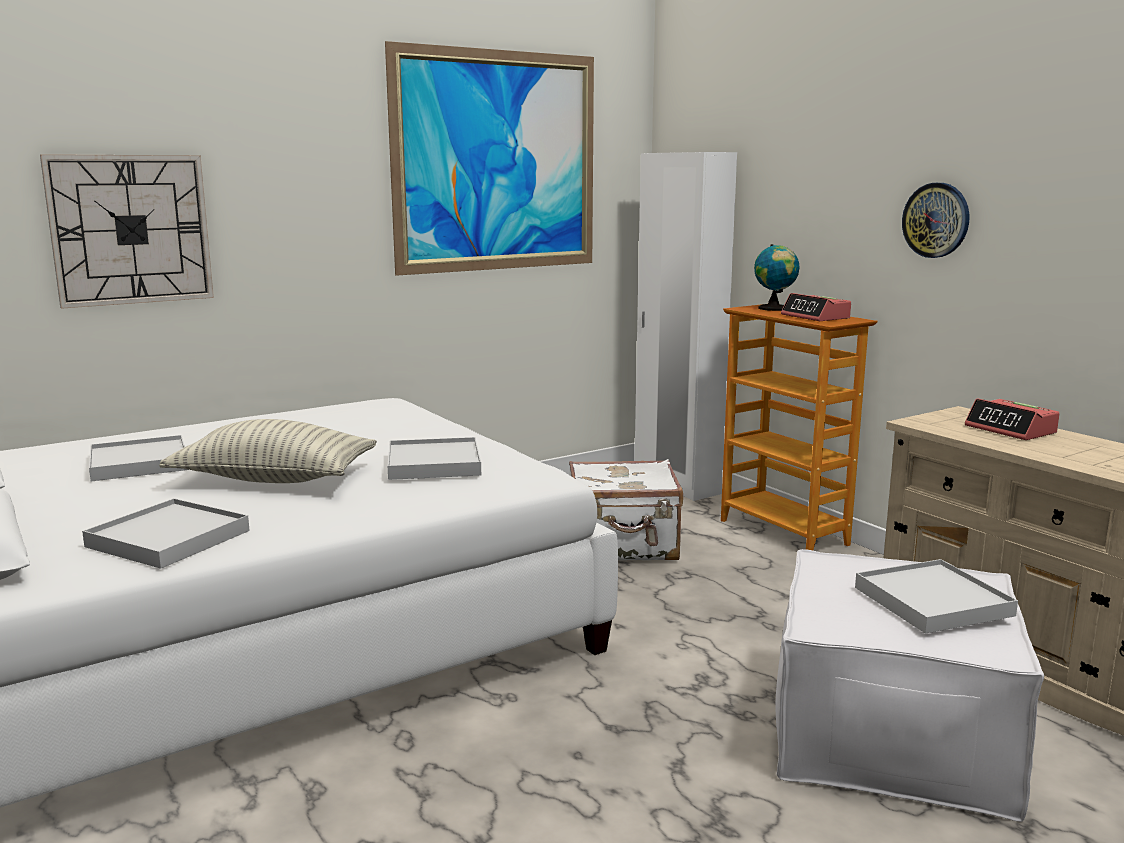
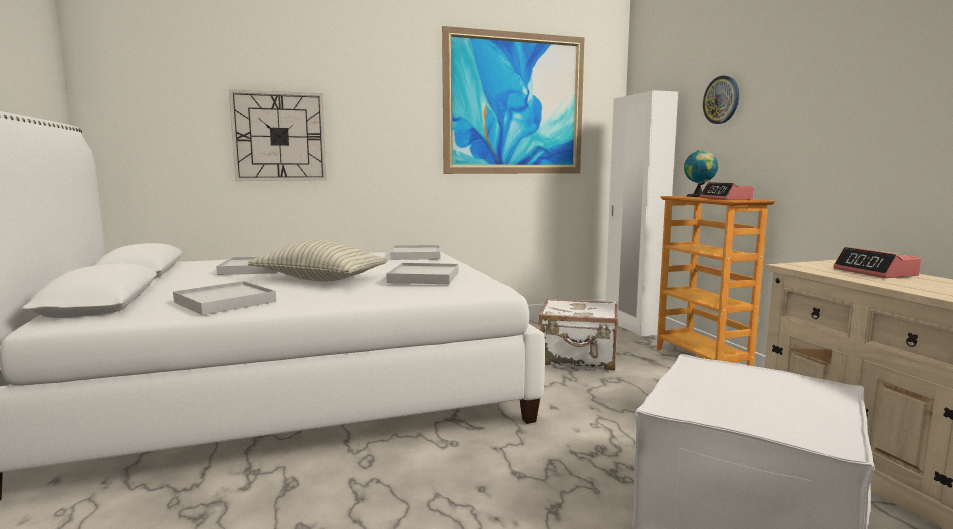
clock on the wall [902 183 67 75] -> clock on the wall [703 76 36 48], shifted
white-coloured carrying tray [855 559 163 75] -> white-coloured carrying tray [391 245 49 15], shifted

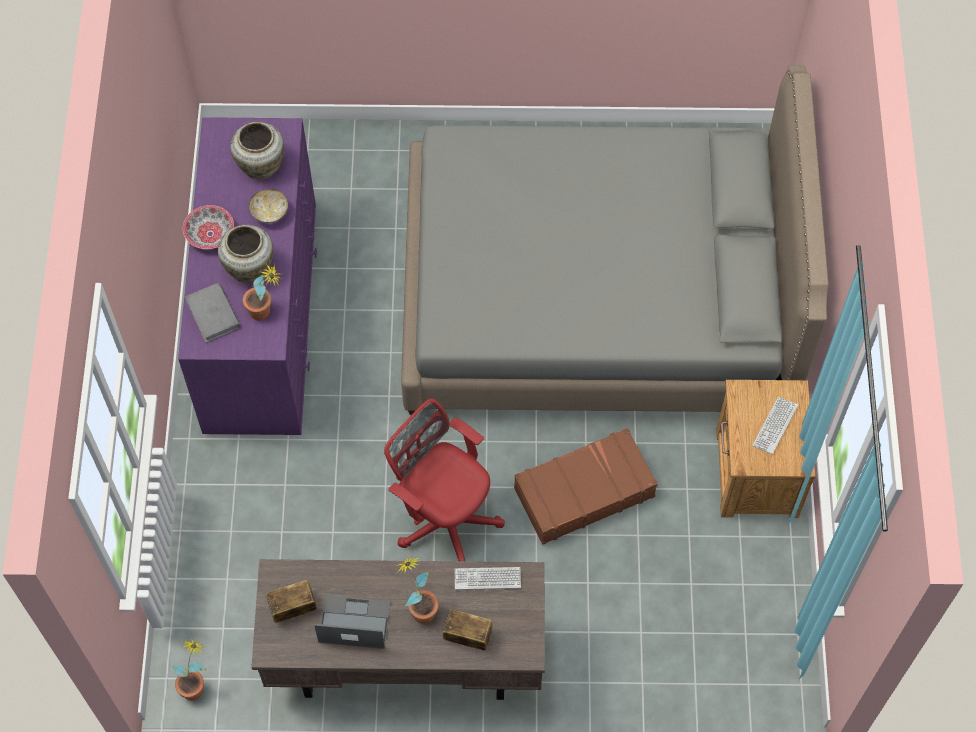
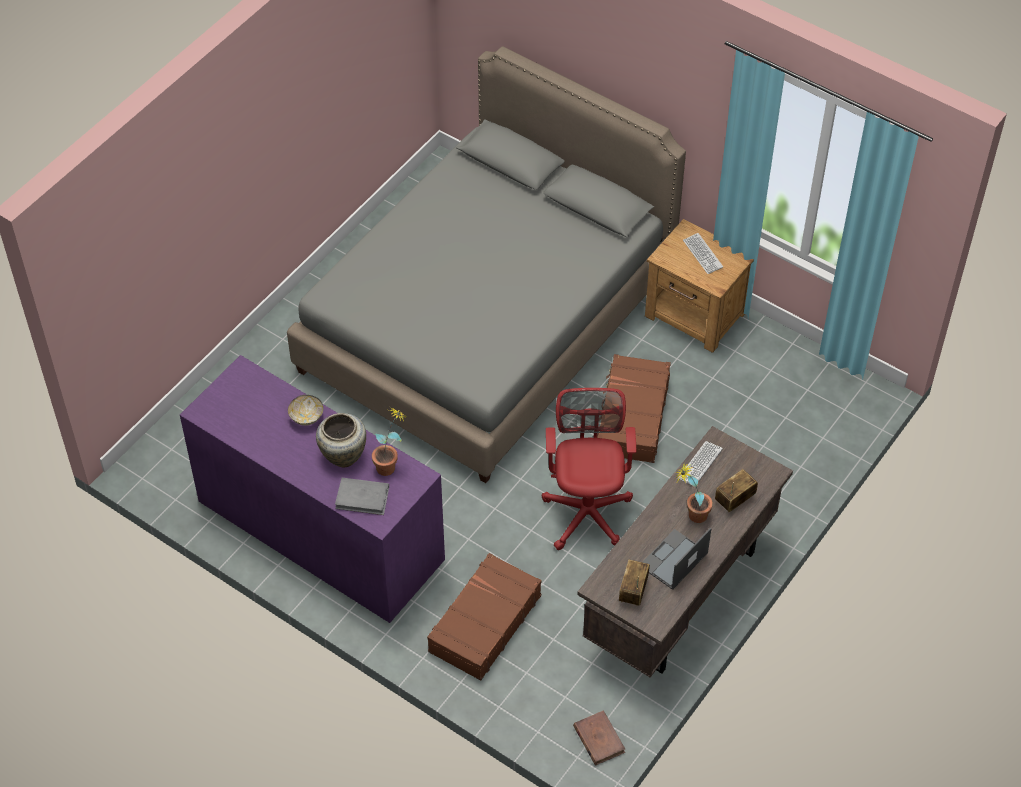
sand-coloured decorative vase [230 122 54 57] -> none
serving bowl [183 205 51 44] -> none
red desk chair [384 398 121 163] -> red desk chair [542 388 95 162], 105 degrees clockwise
plant in a pot [173 639 33 62] -> brown-coloured bound book [573 710 52 55]
none -> brown-coloured piece of luggage [427 553 115 128]

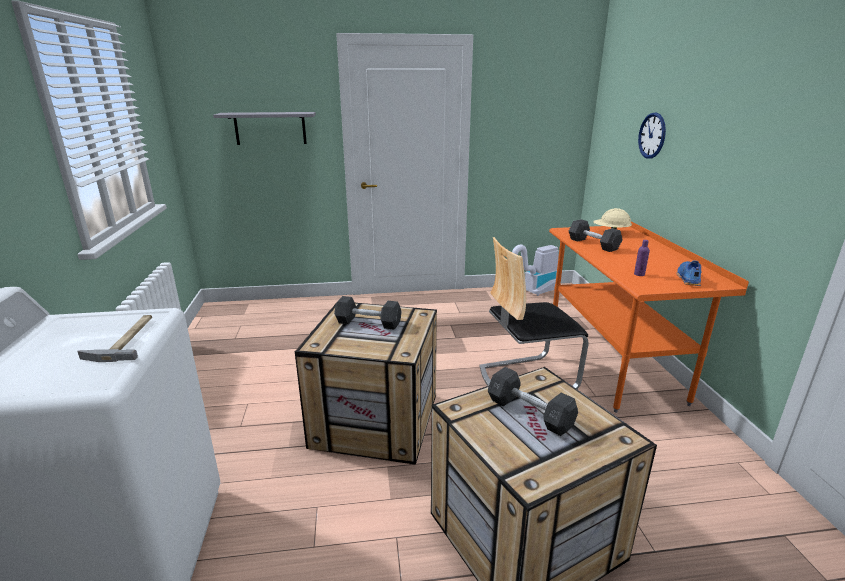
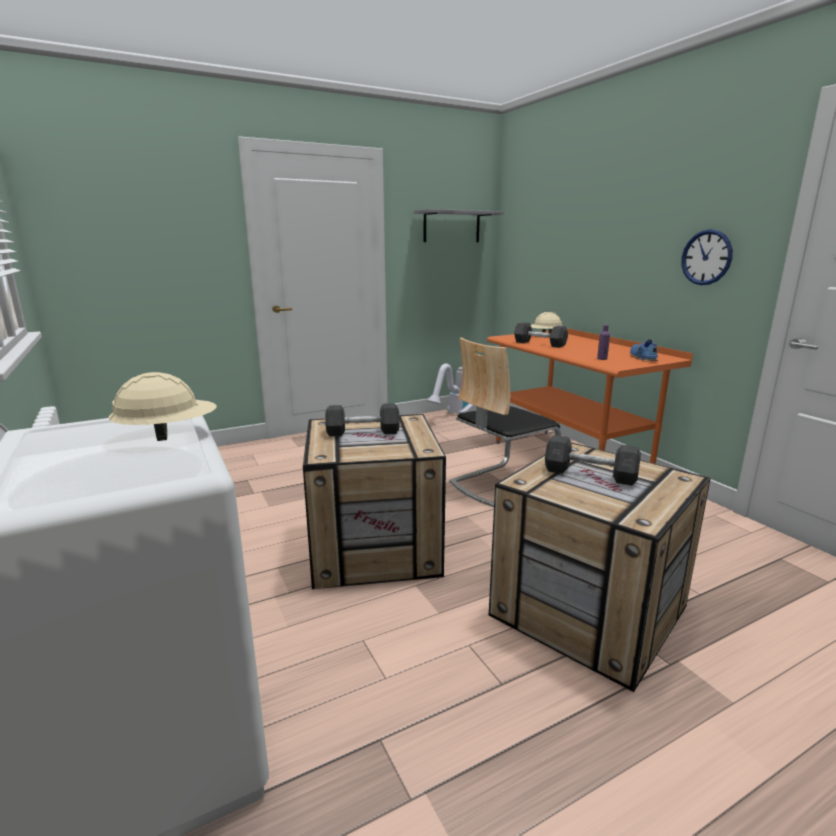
grey bracket shelf [213 112 103 33] -> grey bracket shelf [414 209 90 33], shifted
clock on the wall [638 113 28 45] -> clock on the wall [681 229 52 56], shifted
tool hammer [77 315 75 47] -> sand-coloured work helmet [109 372 108 69]

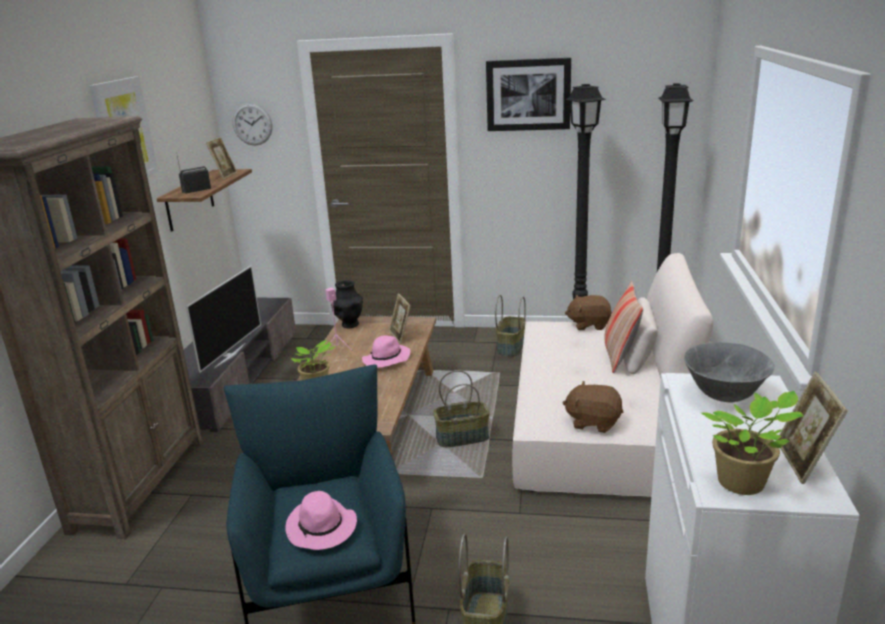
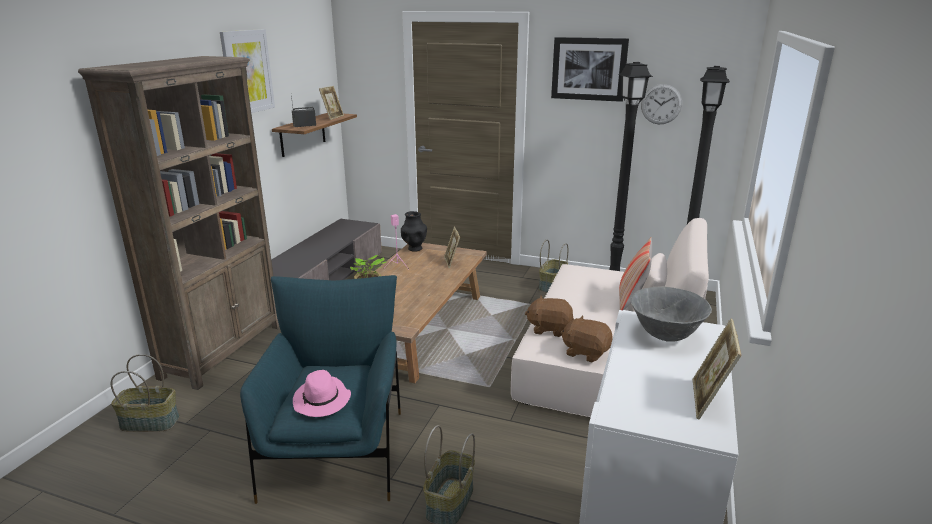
clock on the wall [233 103 39 43] -> clock on the wall [641 84 41 40], shifted
television [186 266 75 107] -> none
brown-coloured soft toy [565 295 47 35] -> brown-coloured soft toy [525 296 49 41], shifted
pinkish hat [362 335 48 33] -> none
household basket [433 370 57 77] -> household basket [111 354 69 78], shifted
plant in a pot [701 391 102 104] -> none

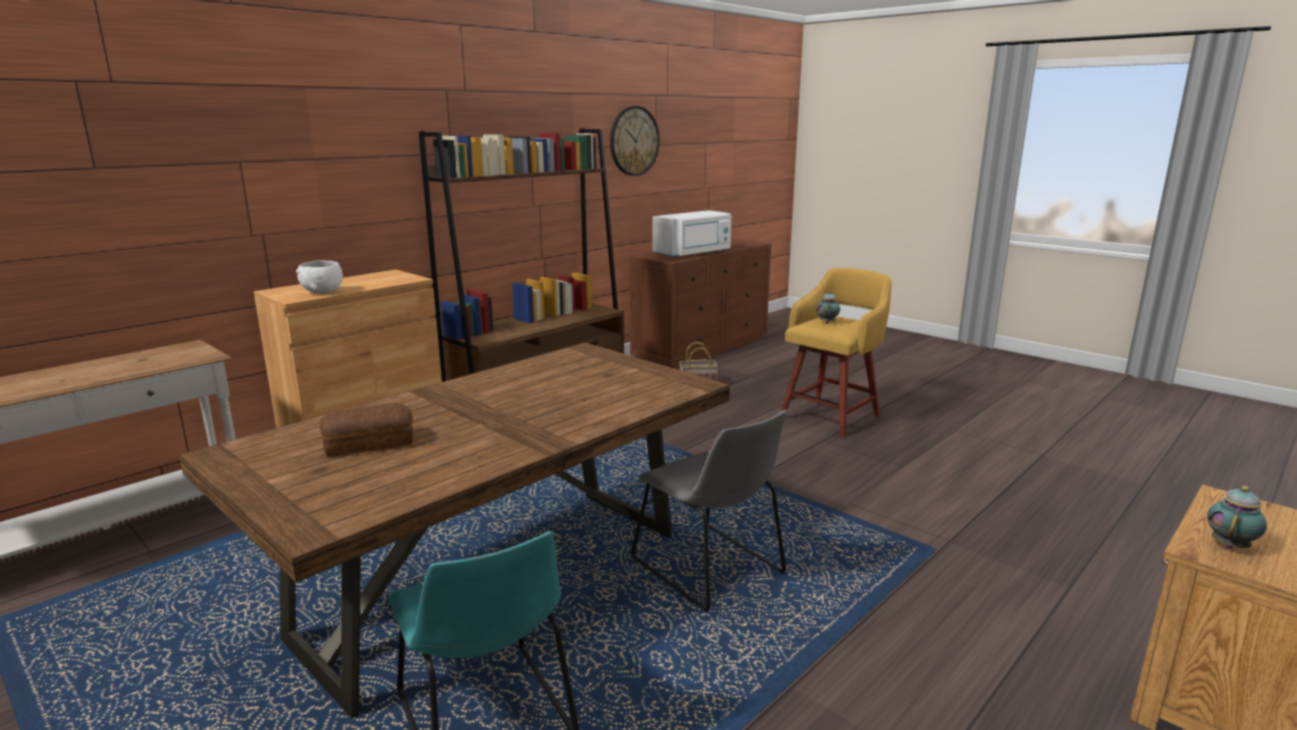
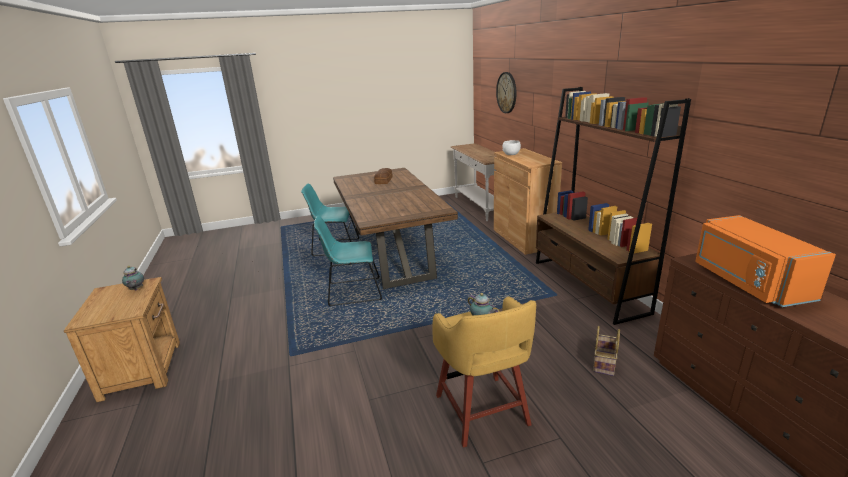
clock on the wall [610 106 50 70] -> clock on the wall [496 72 21 41], shifted
white-coloured kitchen microwave [652 210 80 48] -> orange-coloured kitchen microwave [695 215 141 92]
grey chair [631 410 156 202] -> turquoise chair [314 216 68 90]

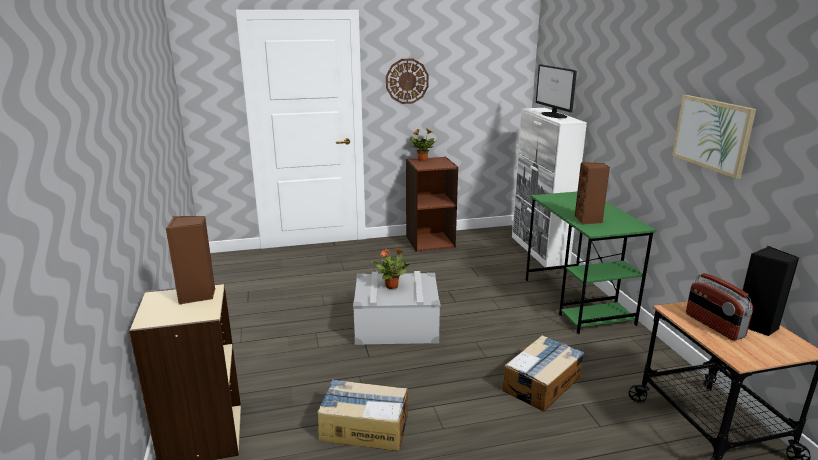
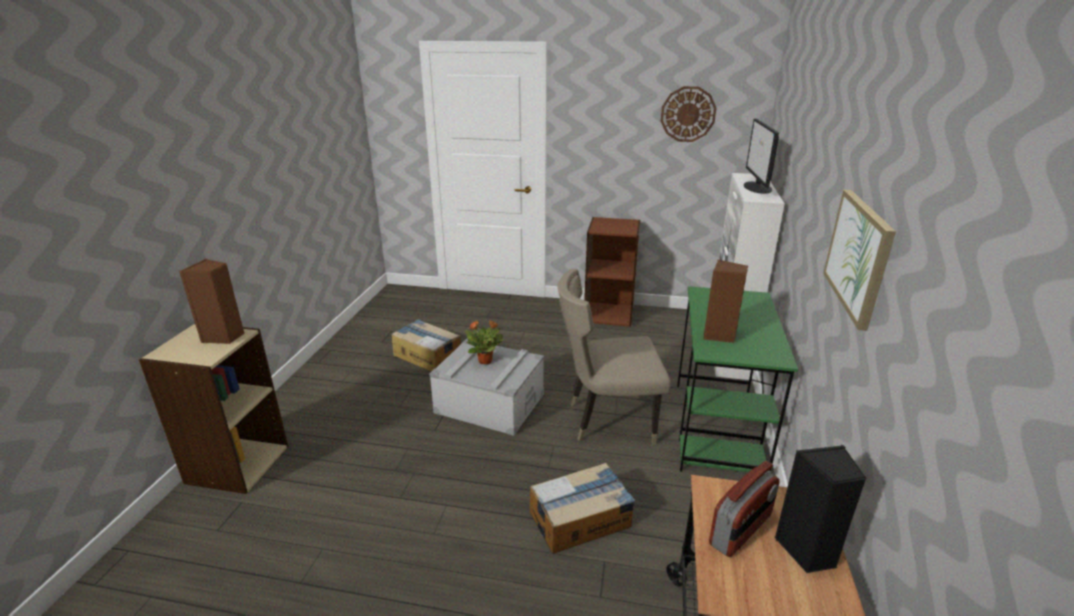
clock on the wall [386 59 43 45] -> clock on the wall [661 86 56 56], shifted
plant in a pot [410 128 26 33] -> none
radio receiver [686 273 67 68] -> radio receiver [709 461 71 96], 135 degrees counterclockwise
cardboard box [317 379 91 72] -> cardboard box [392 319 69 52], shifted
none -> sand-coloured chair [558 269 113 176]

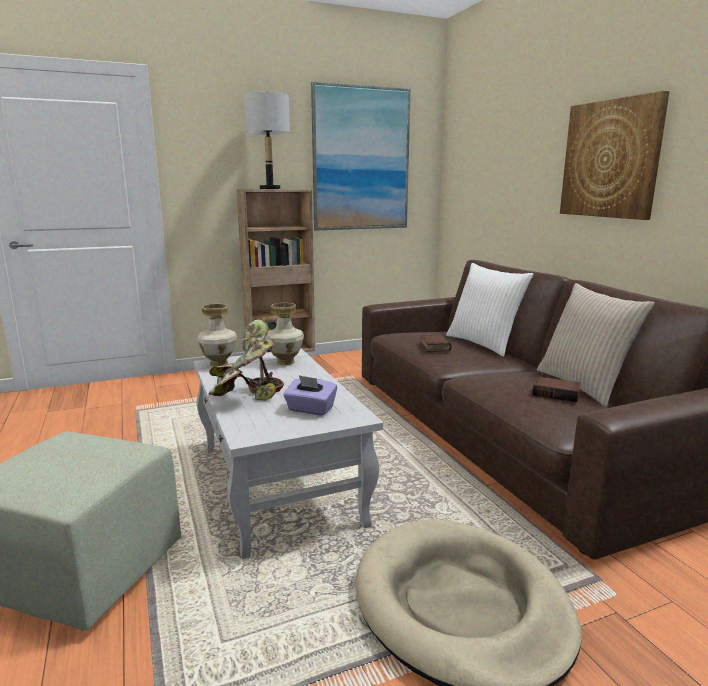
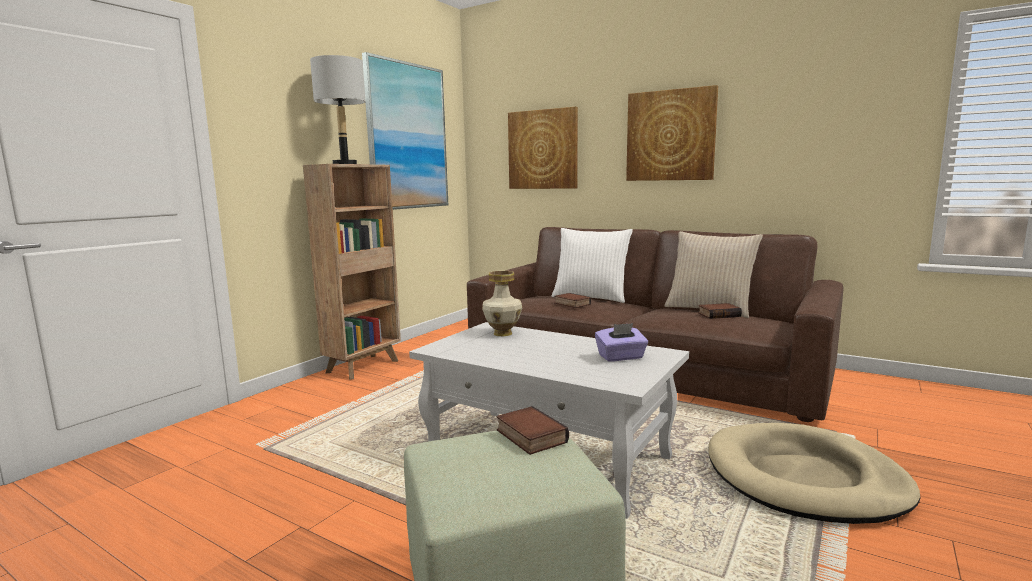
decorative vase [197 304 40 63] -> none
plant in a pot [208 320 76 81] -> none
none -> wall picture [508 107 70 82]
none -> bound book [496 406 73 49]

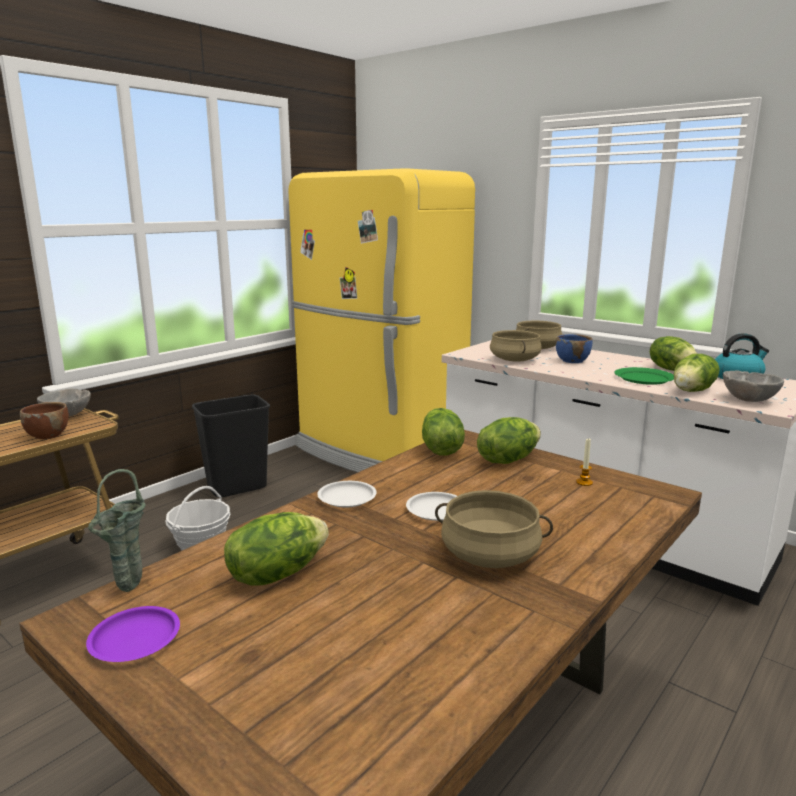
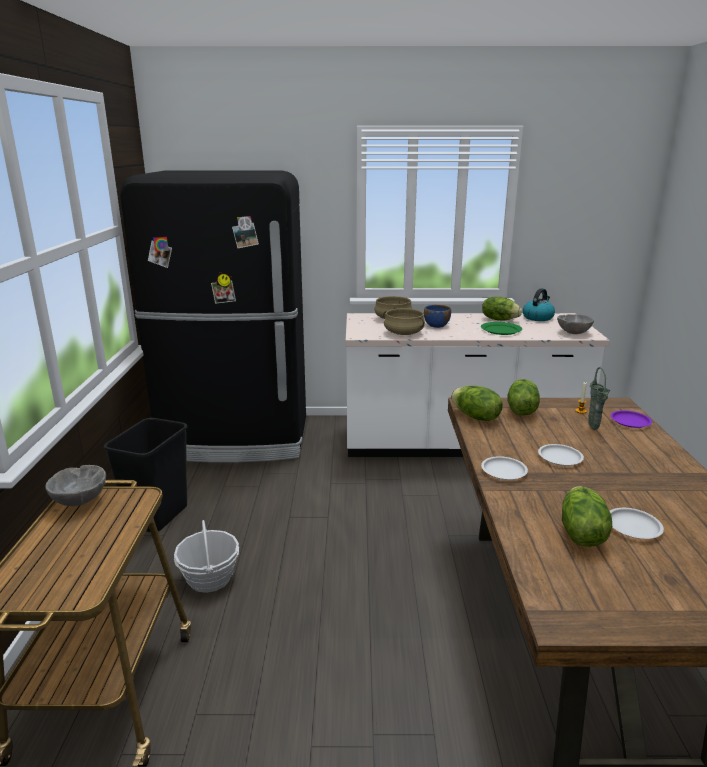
yellowish kitchen fridge [288 168 187 304] -> blackish kitchen fridge [120 171 186 292]
lettuce [674 354 46 38] -> none
brown-coloured serving bowl [20 402 49 37] -> none
green-coloured decorative vase [88 469 57 124] -> green-coloured decorative vase [588 367 22 63], shifted
sand-coloured cooking pot [435 490 118 78] -> none
purple plate [86 606 94 56] -> purple plate [610 410 42 18], shifted
none -> white-coloured plate [610 508 54 31]

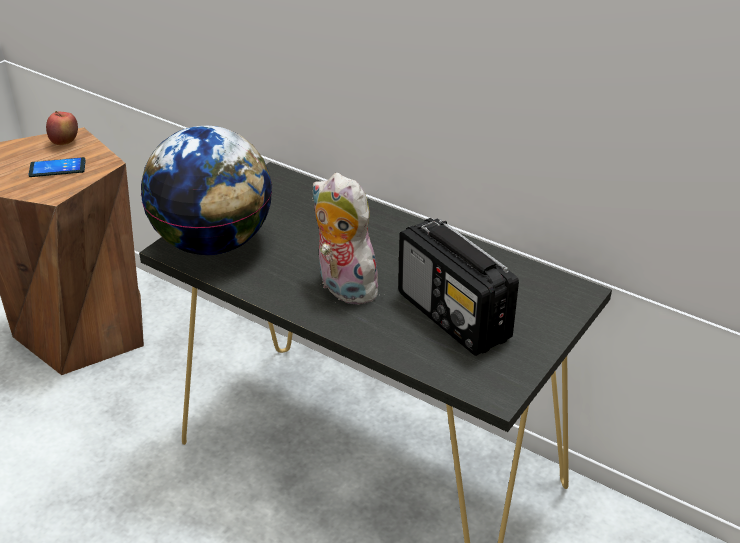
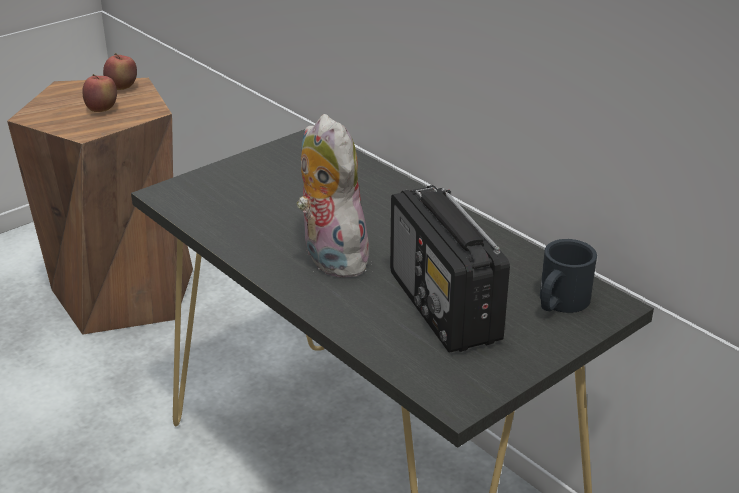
globe [141 126 131 129] -> none
telephone [29 157 57 20] -> apple fruit [82 74 35 38]
none -> blackish mug [540 239 57 74]

